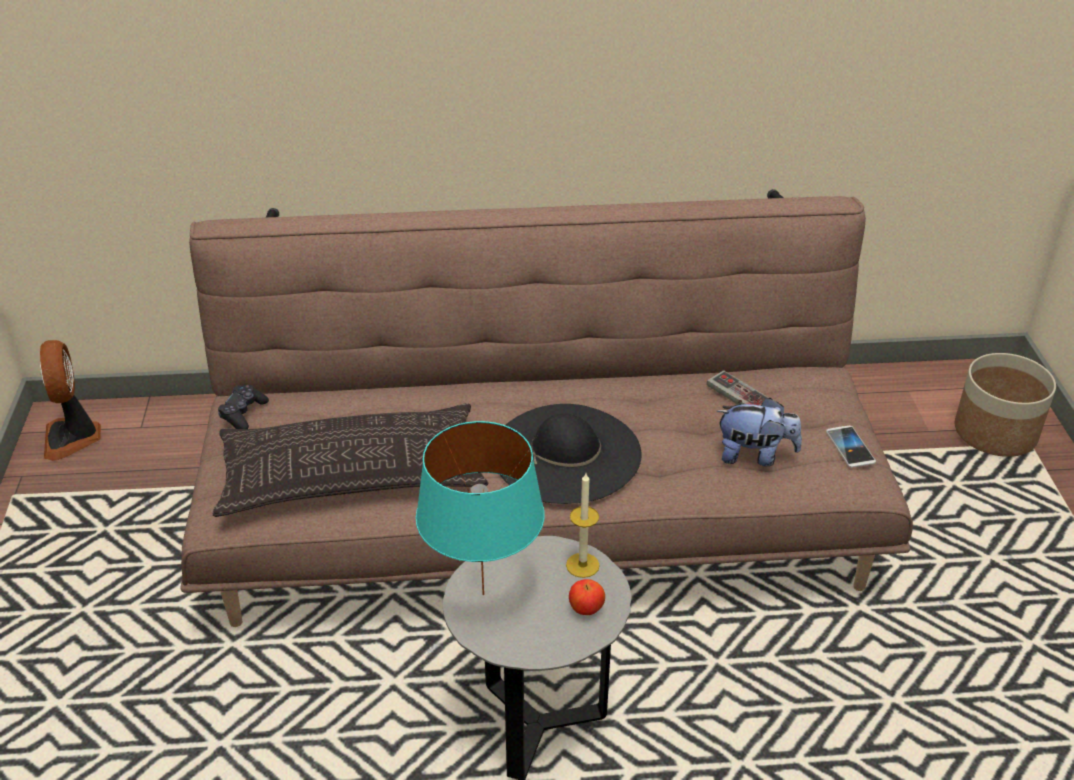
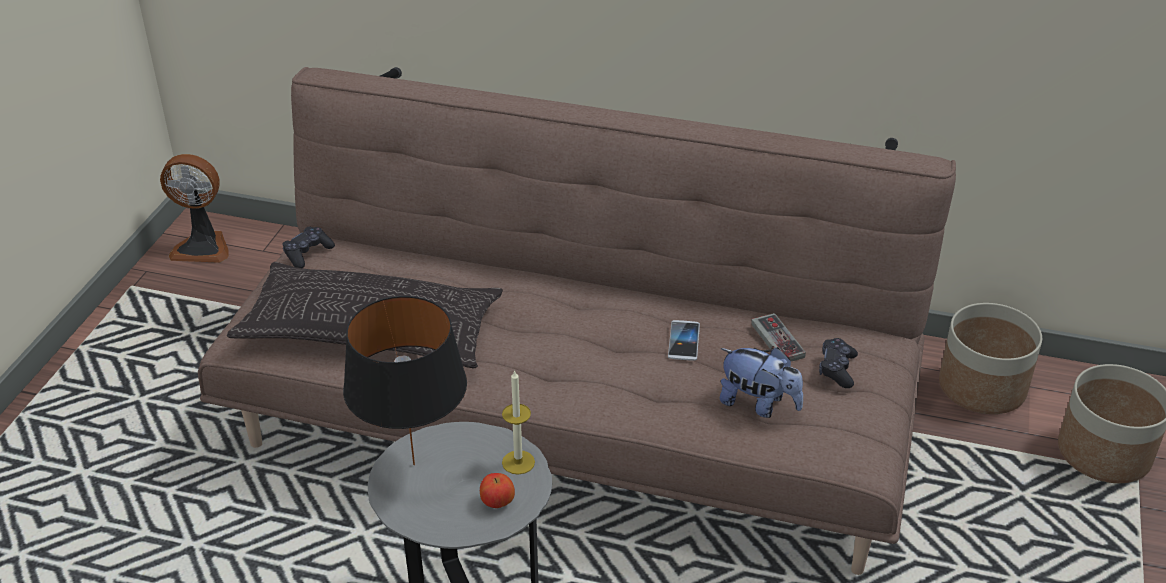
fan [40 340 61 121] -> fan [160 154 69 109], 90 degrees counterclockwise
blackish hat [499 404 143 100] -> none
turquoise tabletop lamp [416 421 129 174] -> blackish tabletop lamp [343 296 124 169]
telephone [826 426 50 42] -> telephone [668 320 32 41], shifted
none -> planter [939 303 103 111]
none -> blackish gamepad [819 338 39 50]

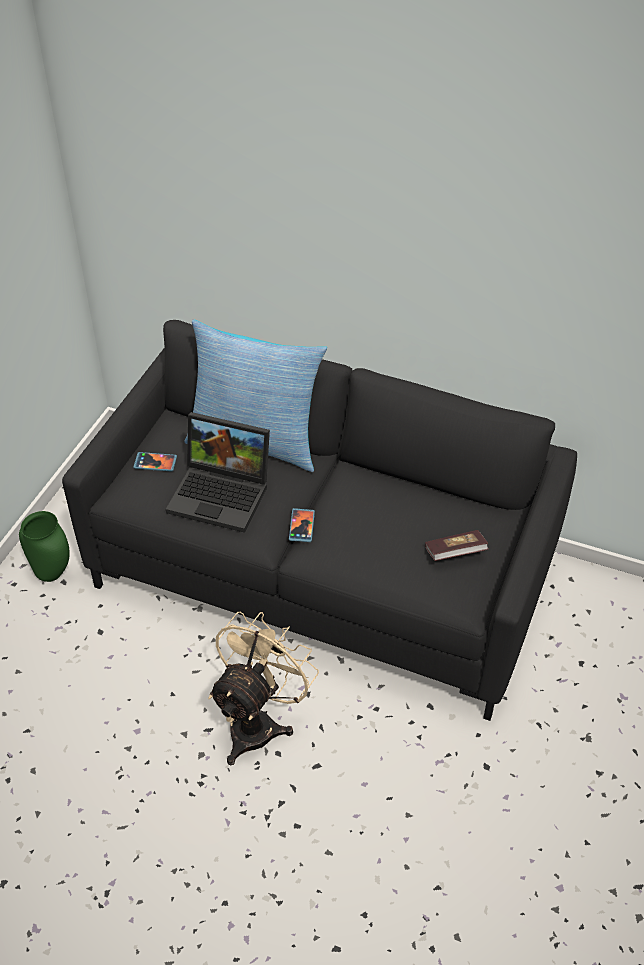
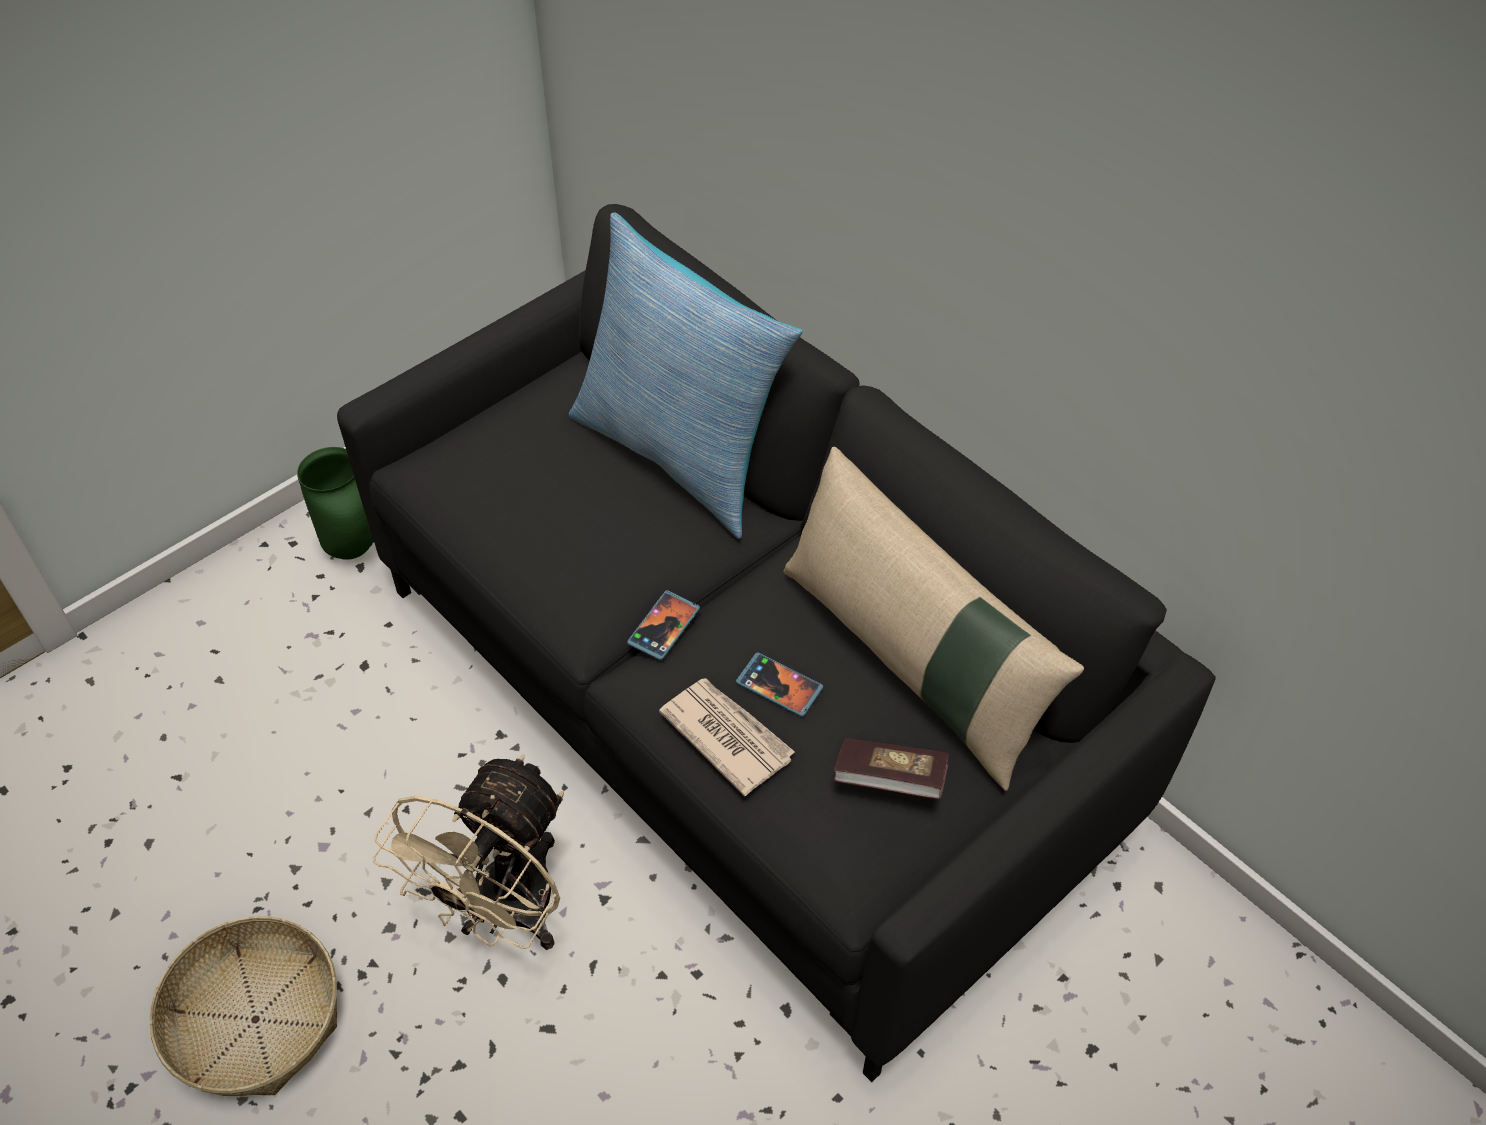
laptop [166 412 104 121] -> none
telephone [133 452 44 19] -> telephone [736 652 87 65], shifted
sand-coloured fan [208 612 111 154] -> sand-coloured fan [373 754 191 196], 150 degrees clockwise
none -> sand-coloured cushion [783 447 301 344]
none -> daily paper [659 678 136 118]
none -> household basket [149 916 188 180]

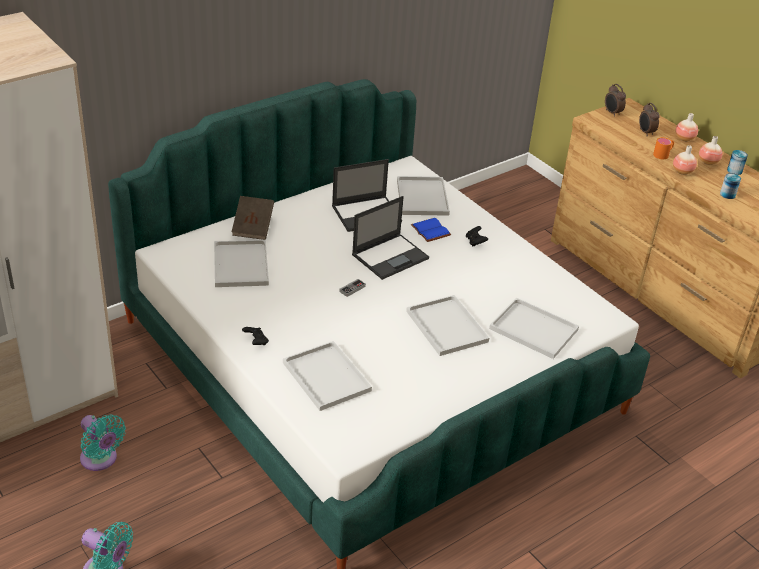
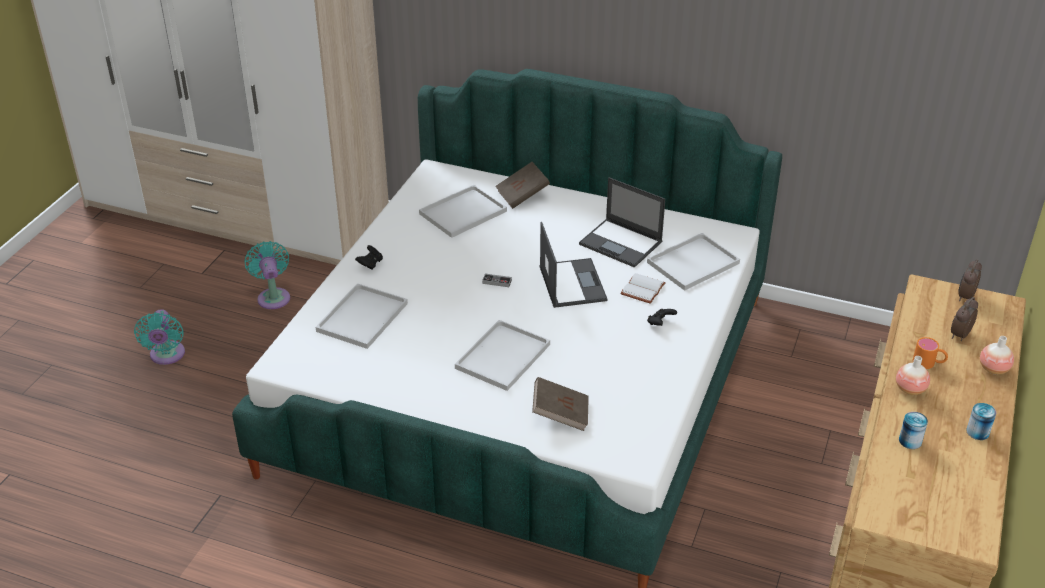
decorative vase [699 136 23 29] -> none
laptop [352 196 77 84] -> laptop [539 222 69 86], 120 degrees counterclockwise
bluish bound book [411 218 40 24] -> white-coloured bound book [620 273 46 31]
white-coloured carrying tray [489 298 90 61] -> brown-coloured bound book [532 377 57 54]
turquoise fan [80 414 46 57] -> turquoise fan [245 241 45 68], 150 degrees clockwise

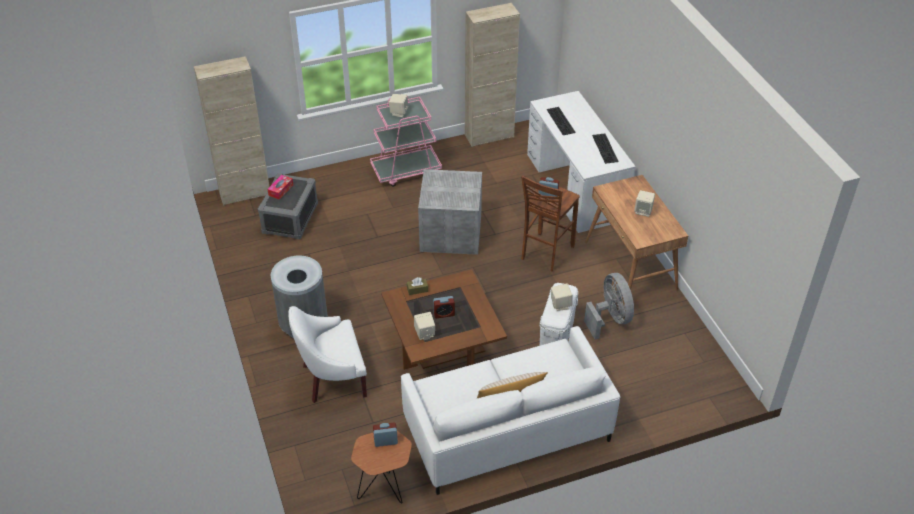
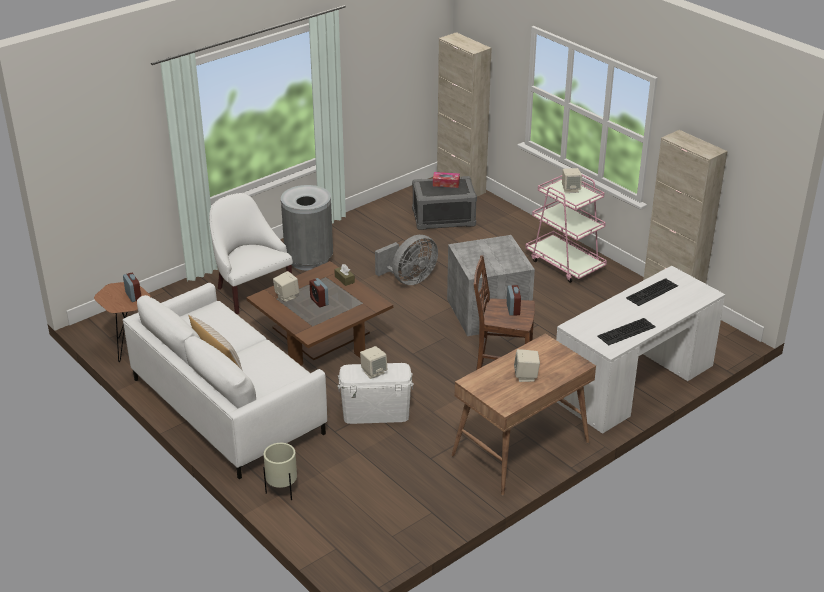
grey fan [584 273 50 67] -> grey fan [375 235 63 50], shifted
none -> sand-coloured planter [263 443 34 57]

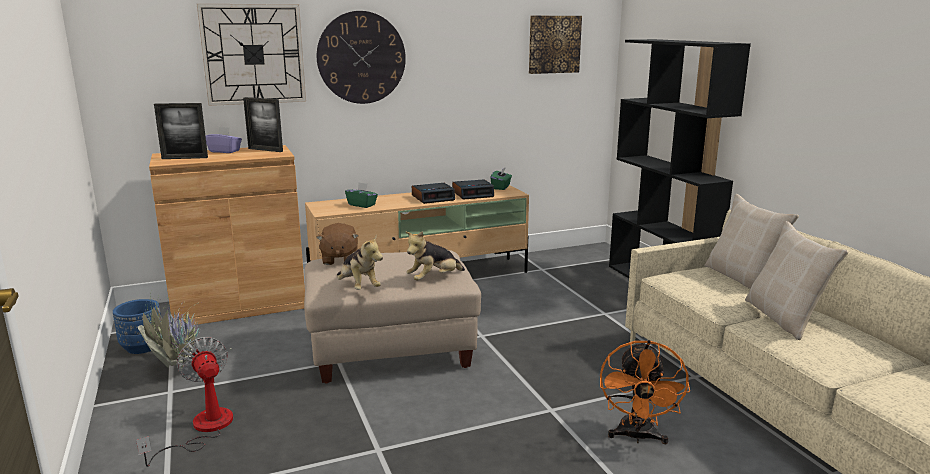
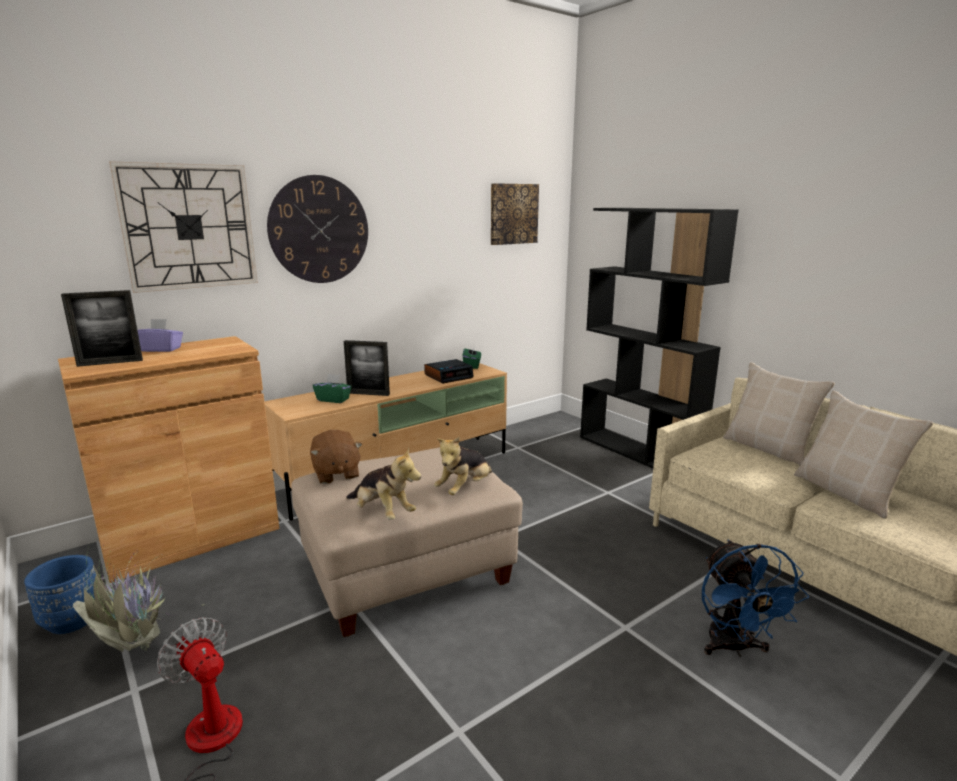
photo frame [243 97 40 55] -> photo frame [344 340 46 56], shifted
alarm clock [412 183 43 21] -> none
orange-coloured fan [600 340 90 104] -> bluish fan [702 540 107 117]

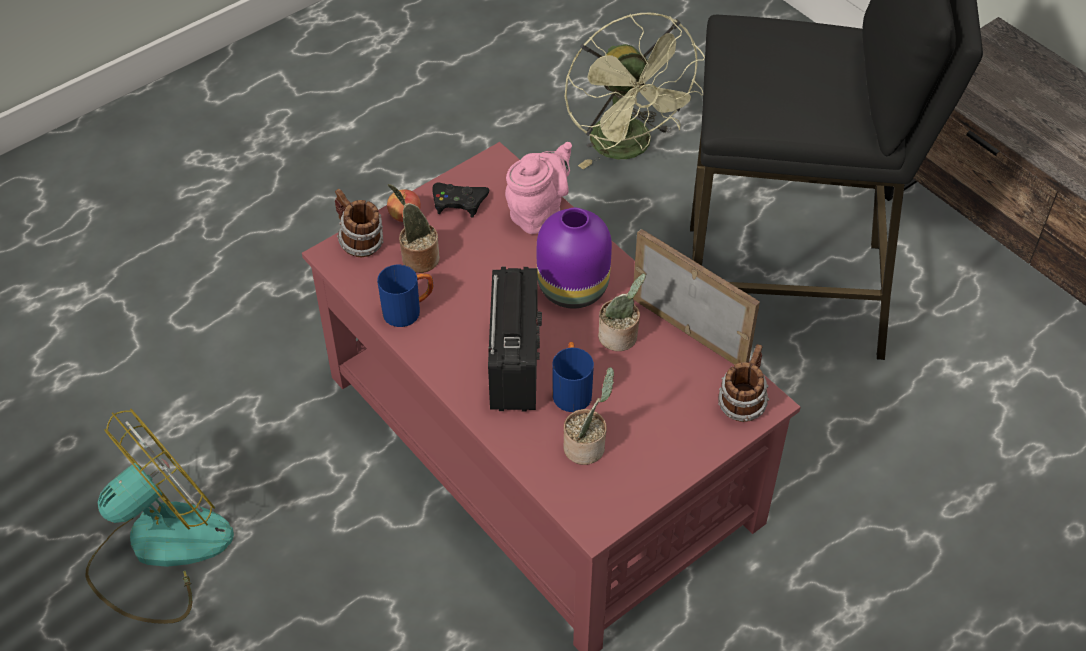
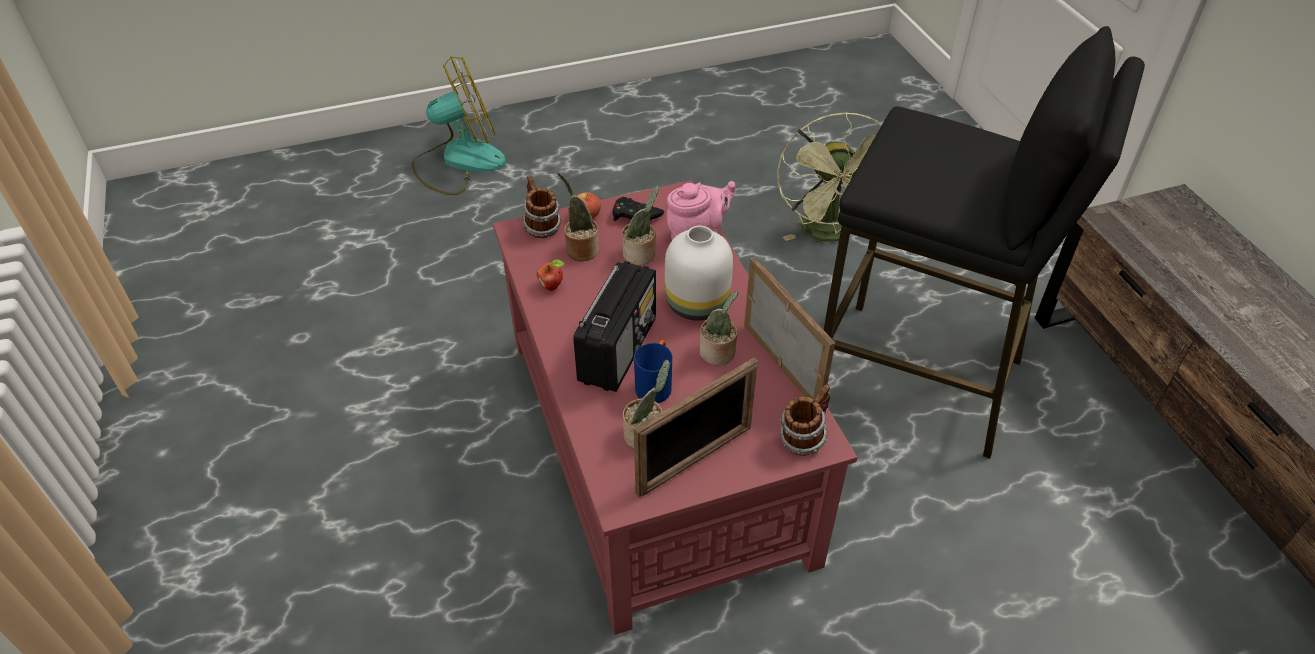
purple decorative vase [537 208 75 101] -> white-coloured decorative vase [665 226 68 95]
bluish mug [377 264 56 63] -> apple fruit [537 259 28 32]
fan [85 409 149 215] -> fan [412 55 94 140], shifted
none -> plant in a pot [622 186 37 79]
none -> photo frame [634 358 124 139]

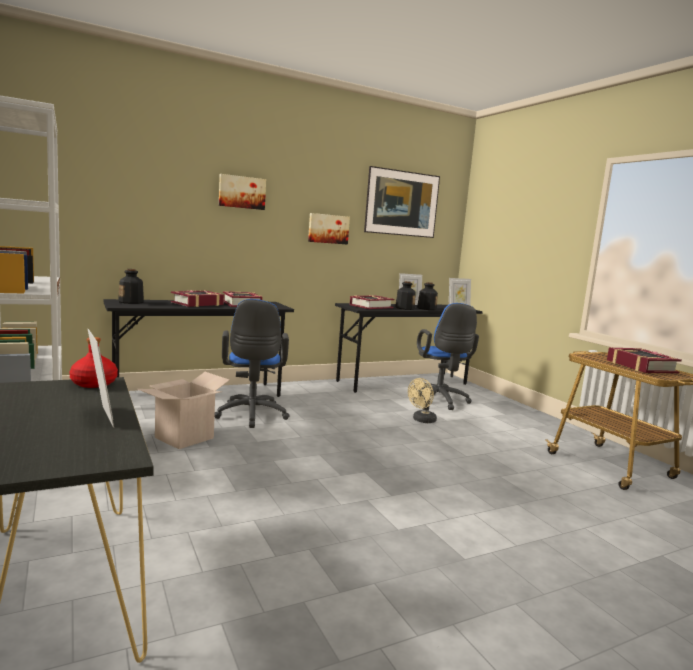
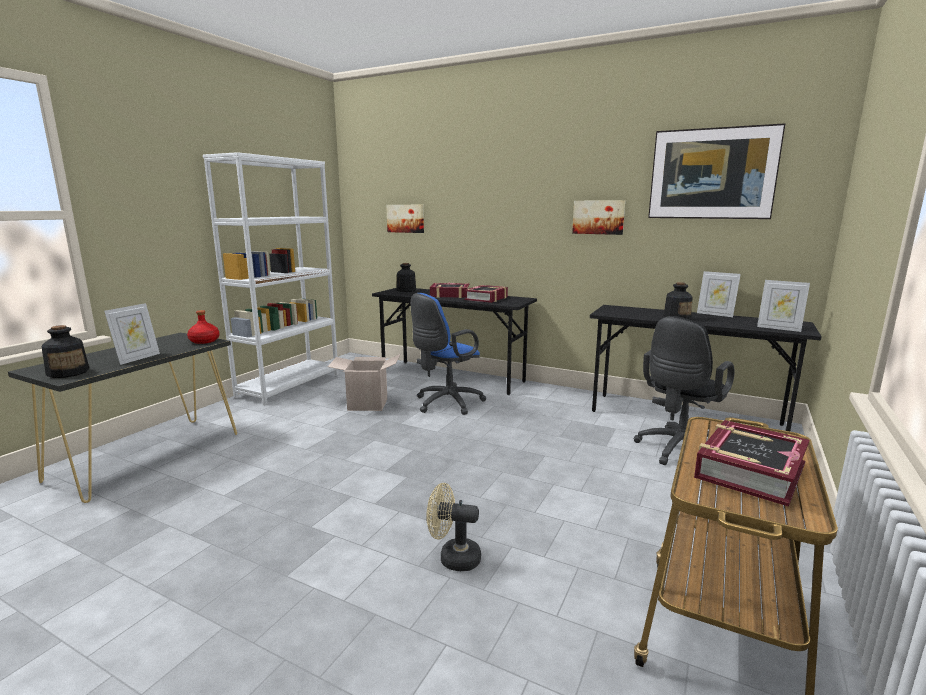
wall picture [219 174 47 36] -> wall picture [386 205 38 28], shifted
drink bottle [417 282 21 28] -> drink bottle [42 325 47 53], shifted
bound book [350 295 44 14] -> none
bluish desk chair [413 303 66 107] -> blackish desk chair [633 316 101 149]
sand-coloured fan [408 378 29 45] -> sand-coloured fan [426 483 55 88], shifted

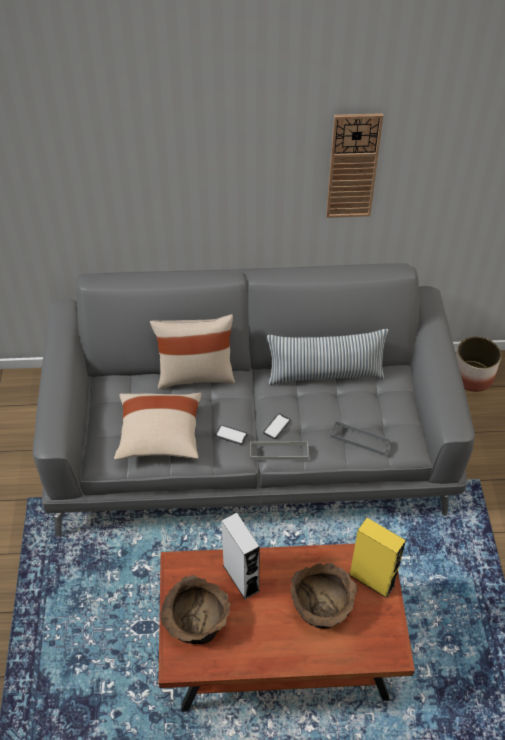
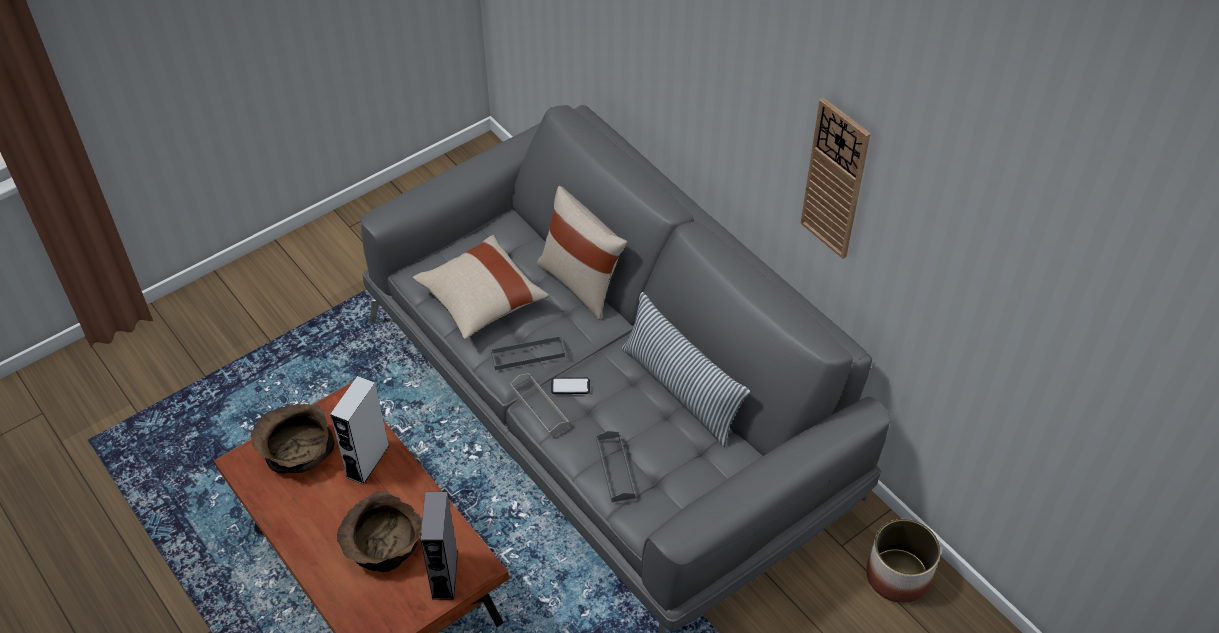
telephone [215 425 33 20] -> grey carrying tray [491 336 74 34]
yellowish audio speaker [349 518 57 80] -> grey audio speaker [420 492 38 108]

